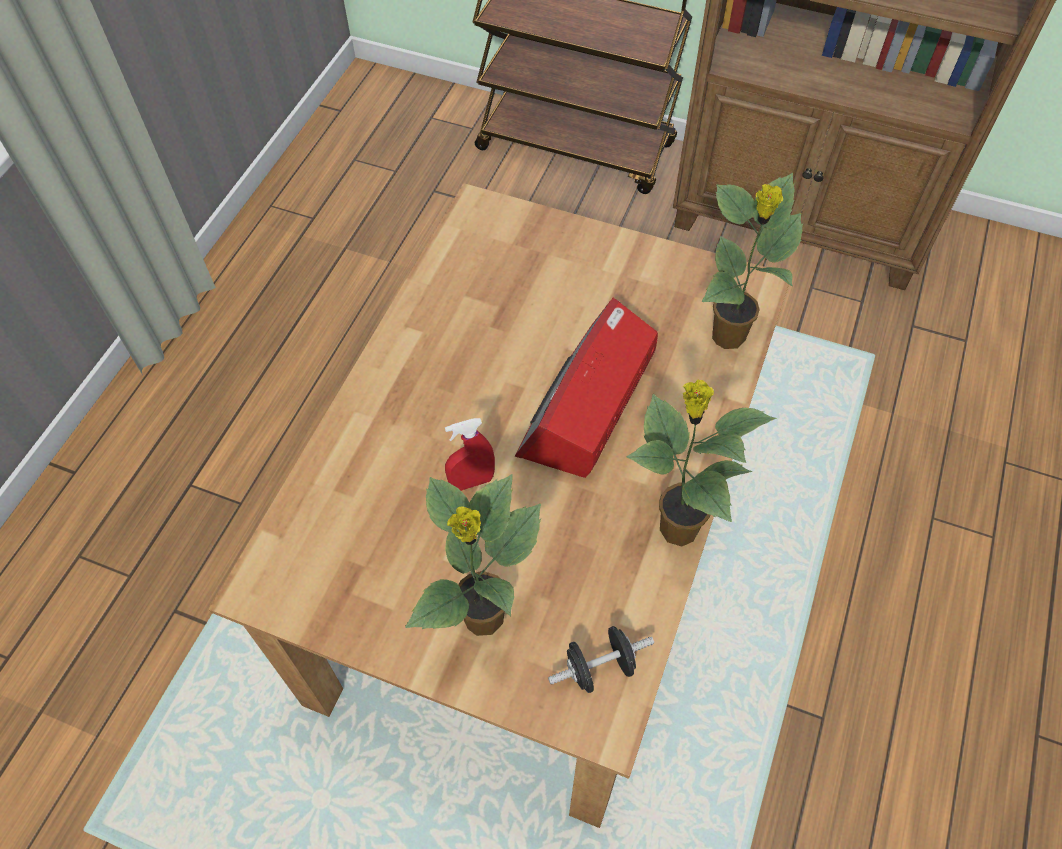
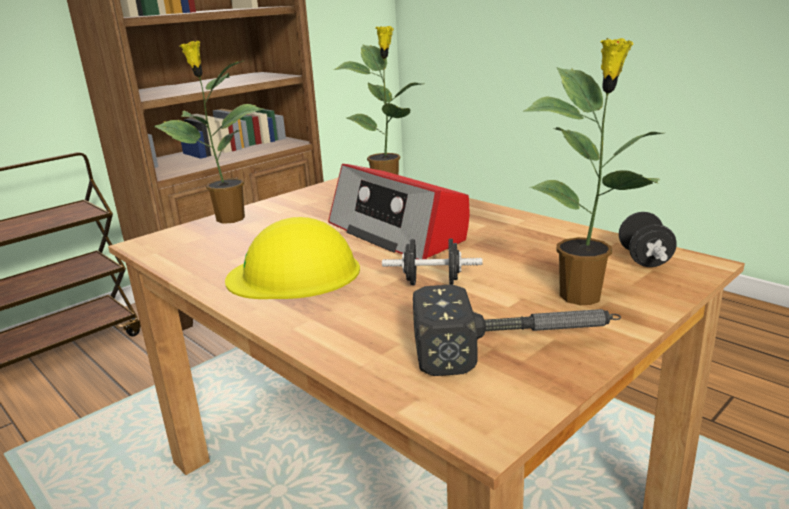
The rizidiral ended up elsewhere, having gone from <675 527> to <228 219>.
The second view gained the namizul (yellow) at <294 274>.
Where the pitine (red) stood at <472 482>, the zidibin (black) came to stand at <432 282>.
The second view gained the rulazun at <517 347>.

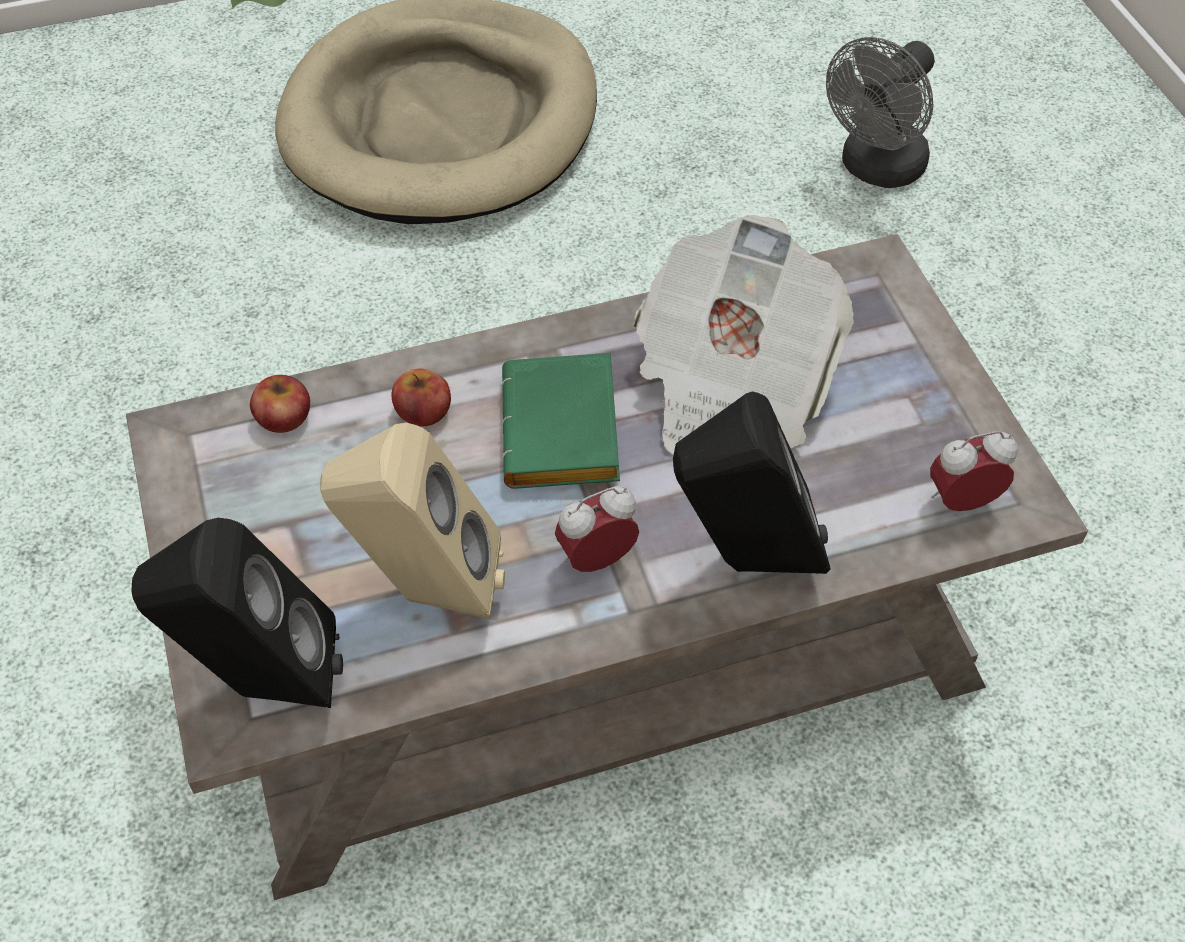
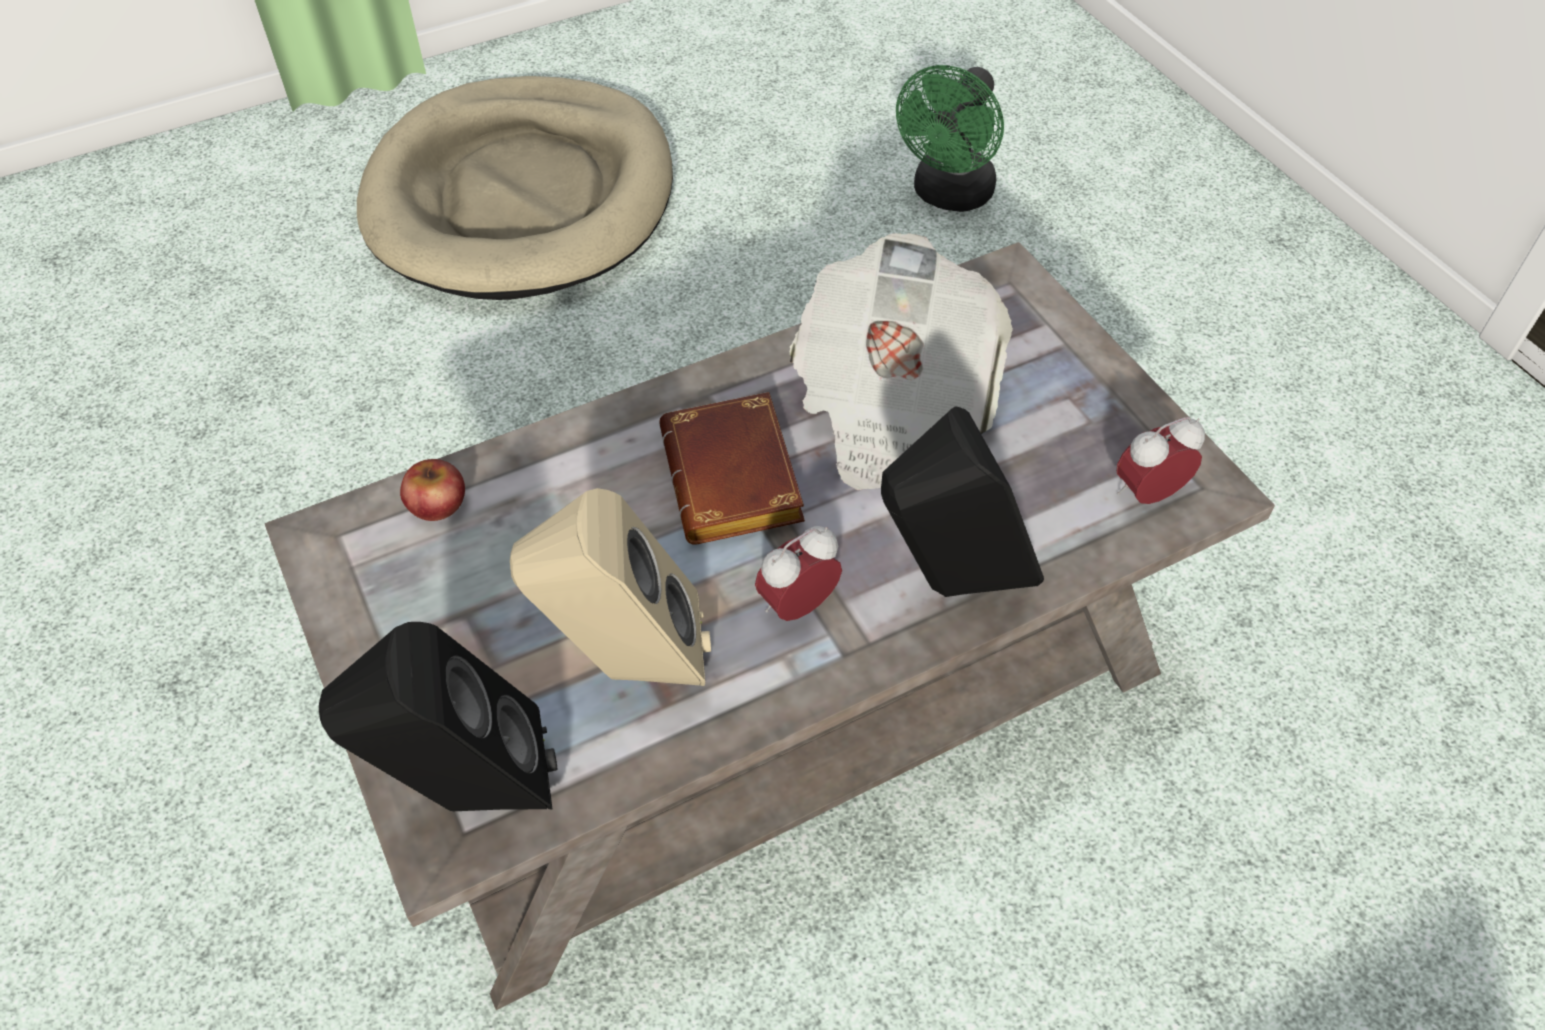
What was the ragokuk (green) at <565 434> turned into the ragokuk (brown) at <737 481>.
What was the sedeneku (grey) at <876 170> turned into the sedeneku (green) at <948 196>.
The second view lost the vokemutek at <423 411>.

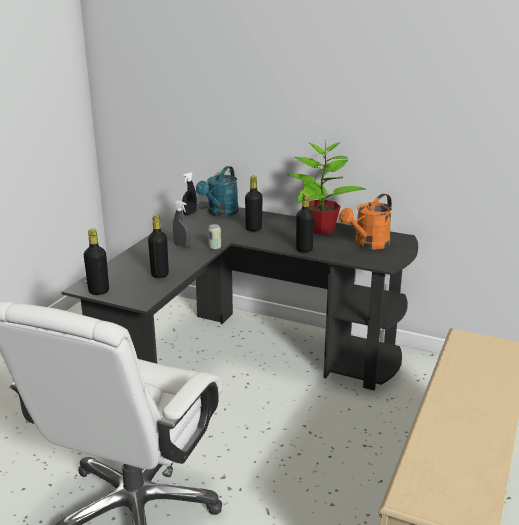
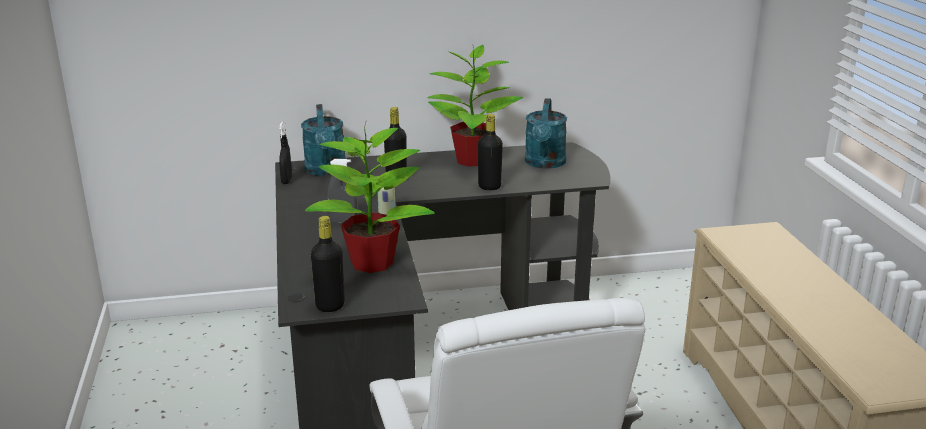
Where the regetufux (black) stood at <160 274>, the rizidiral came to stand at <373 262>.
What was the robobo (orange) at <368 245> turned into the robobo (turquoise) at <544 164>.

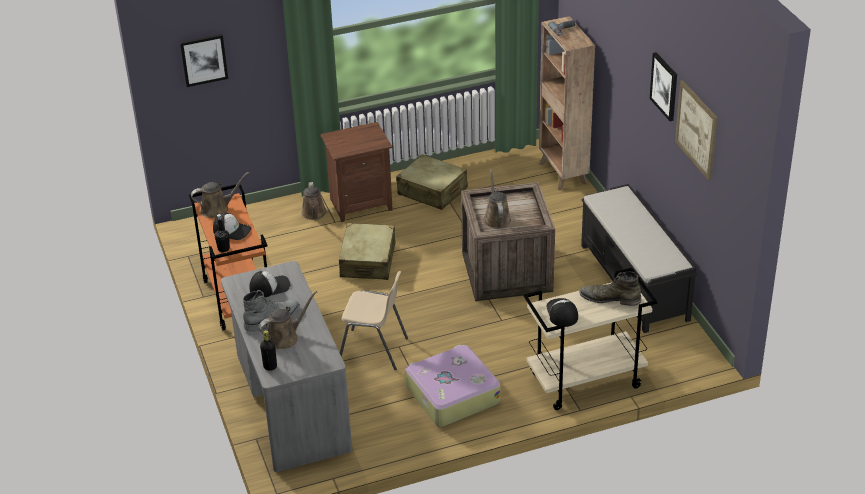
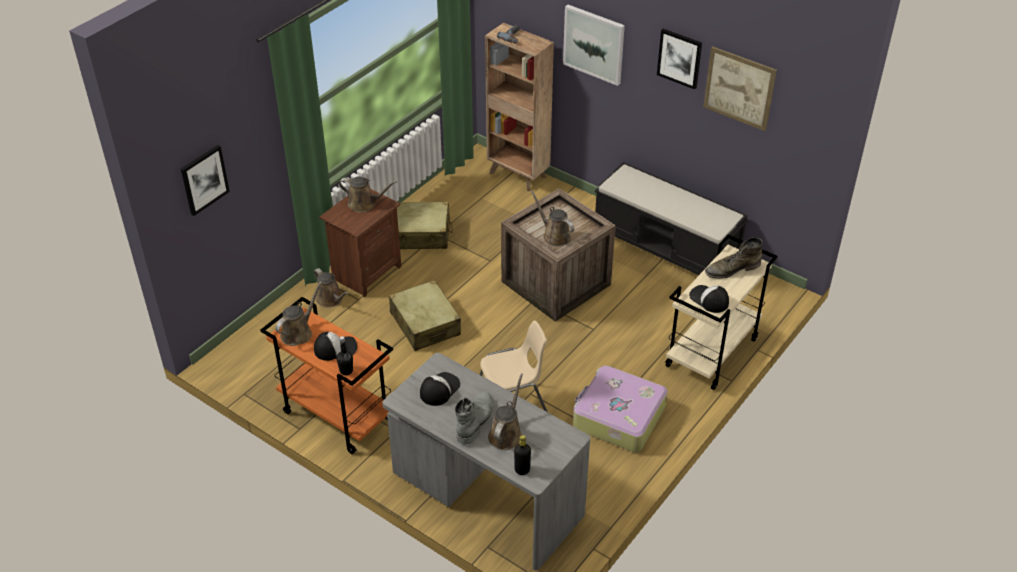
The second view gained the robobo (brown) at <364 204>.
The second view gained the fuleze at <594 44>.

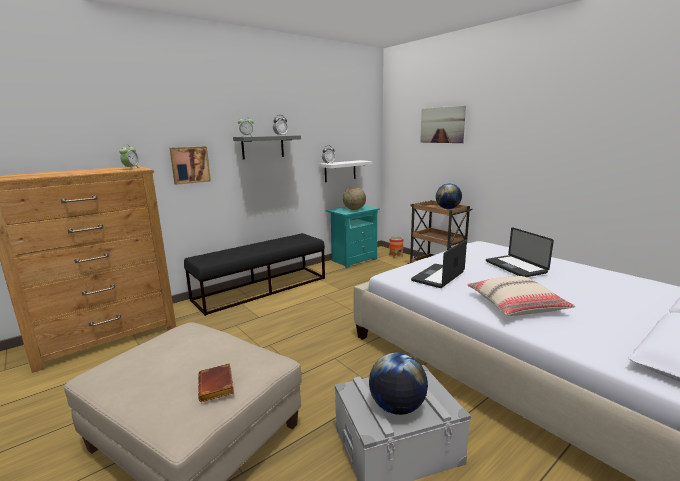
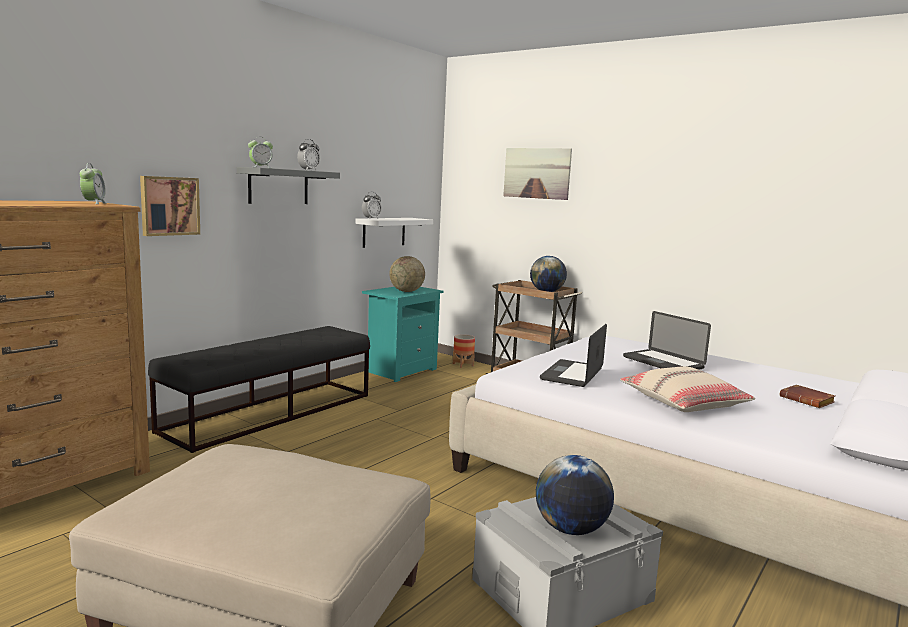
The ragokuk (brown) ended up elsewhere, having gone from <217 386> to <808 401>.

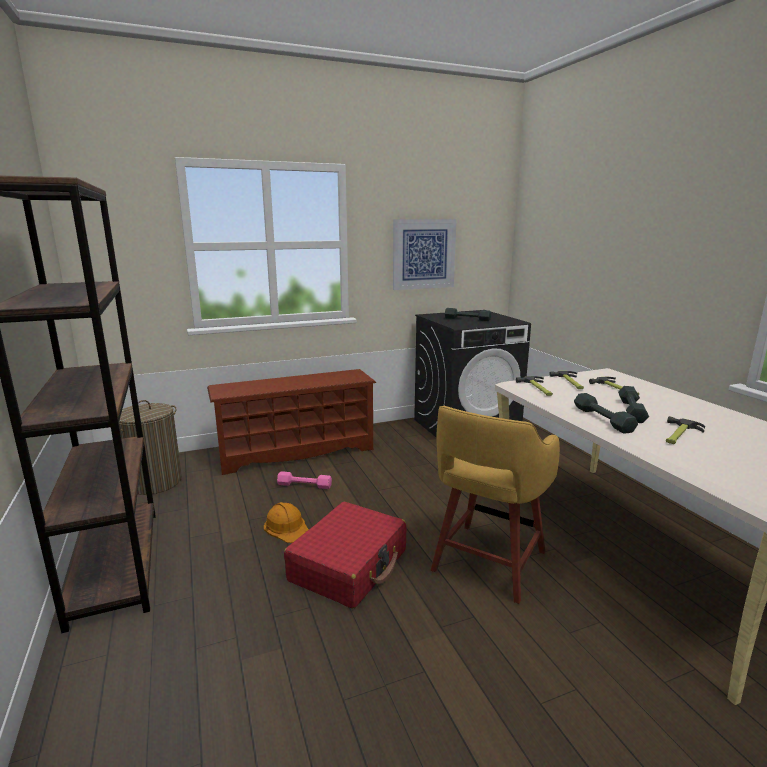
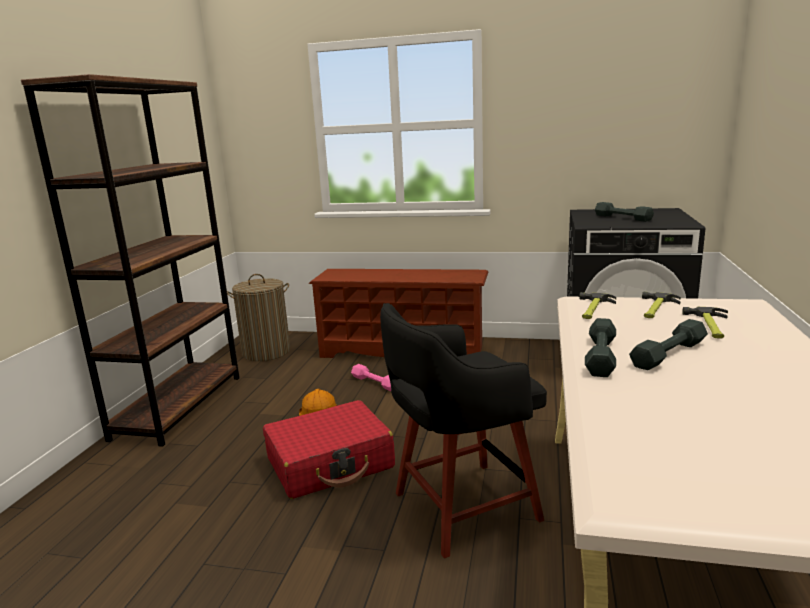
What was the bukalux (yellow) at <487 563> turned into the bukalux (black) at <461 507>.
The second view lost the fuleze at <424 254>.
The second view lost the rulazun at <678 435>.

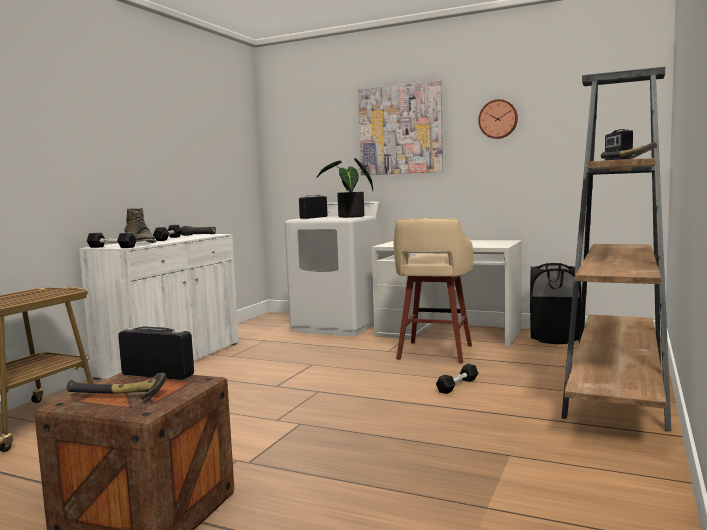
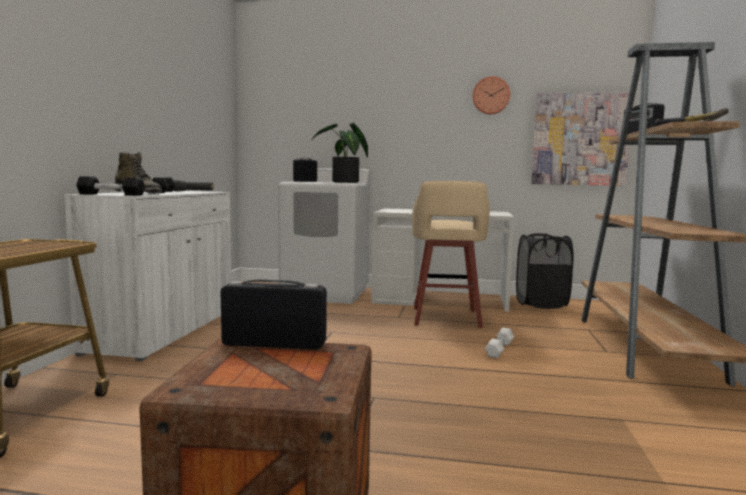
What was the zidibin (black) at <457 385> turned into the zidibin (white) at <499 349>.
The fuleze ended up elsewhere, having gone from <400 129> to <580 139>.
The second view lost the rulazun at <116 398>.

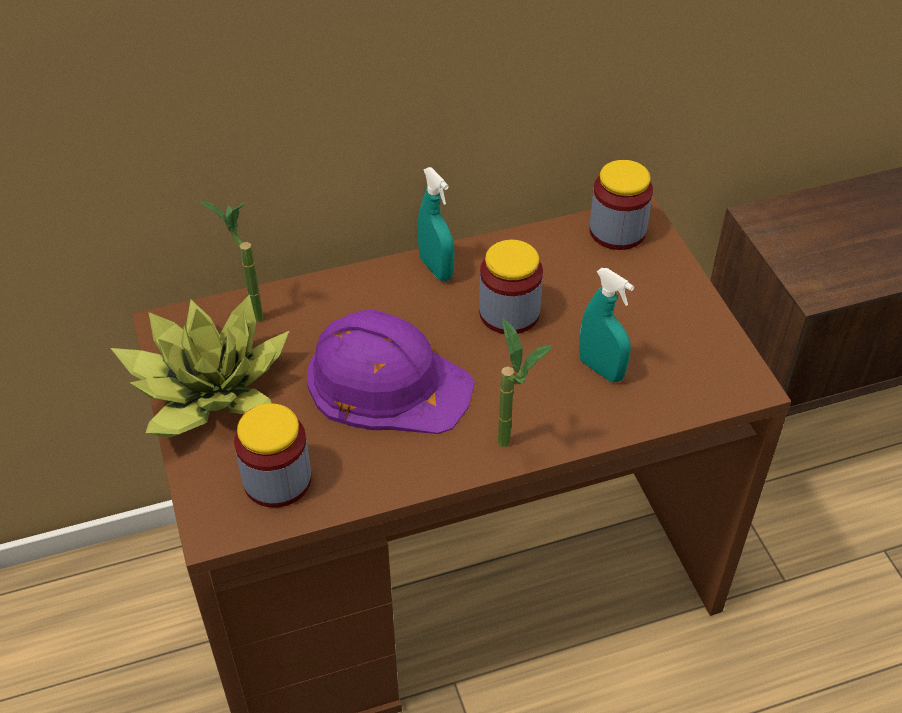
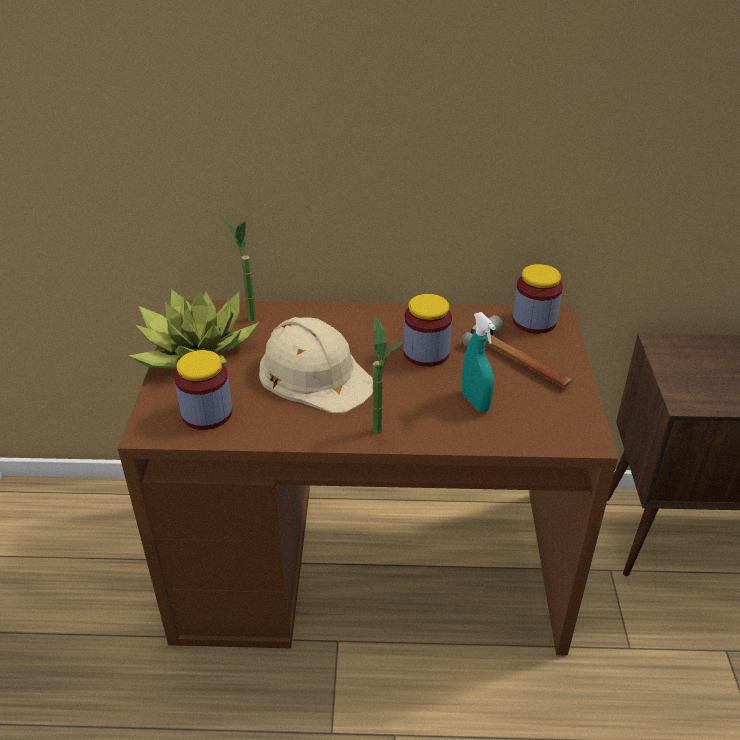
What was the namizul (purple) at <387 382> turned into the namizul (beige) at <315 374>.
The second view gained the rulazun at <520 360>.
The second view lost the pitine (turquoise) at <436 268>.

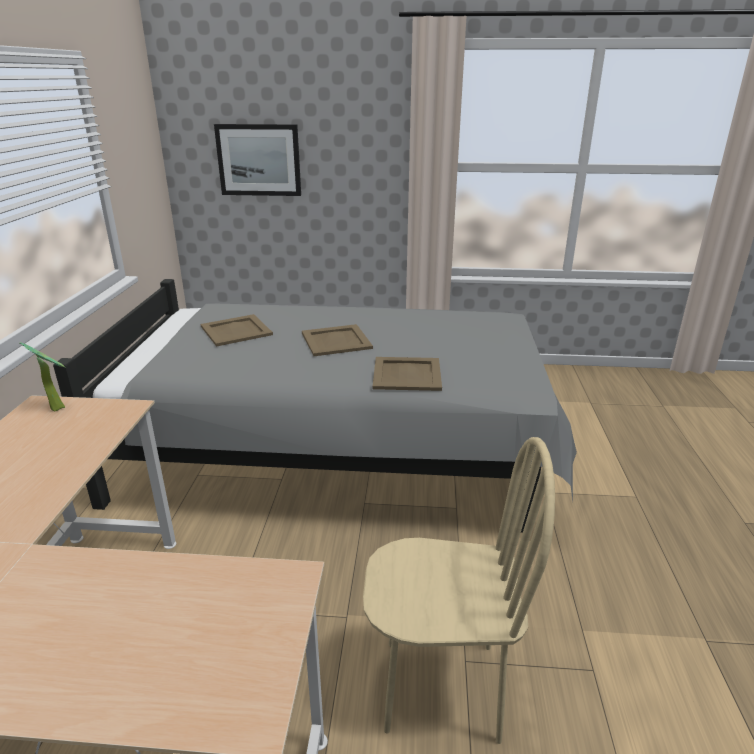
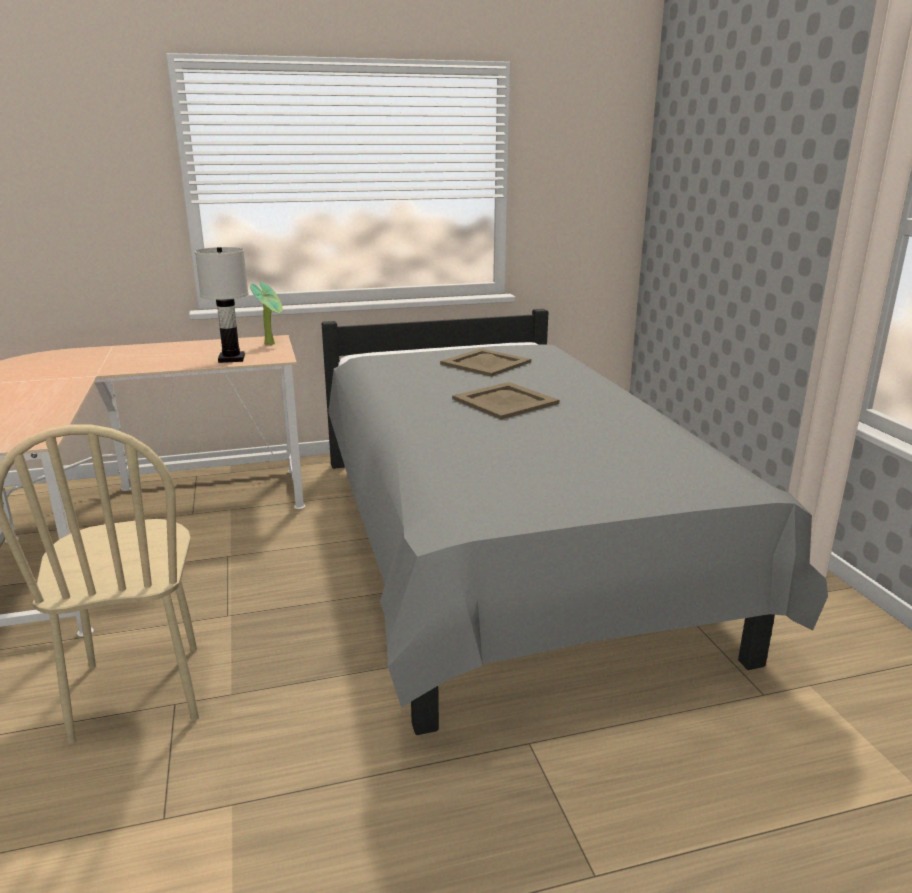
The second view gained the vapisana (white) at <231 359>.
The second view lost the fuleze at <259 160>.
The second view lost the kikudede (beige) at <407 374>.

